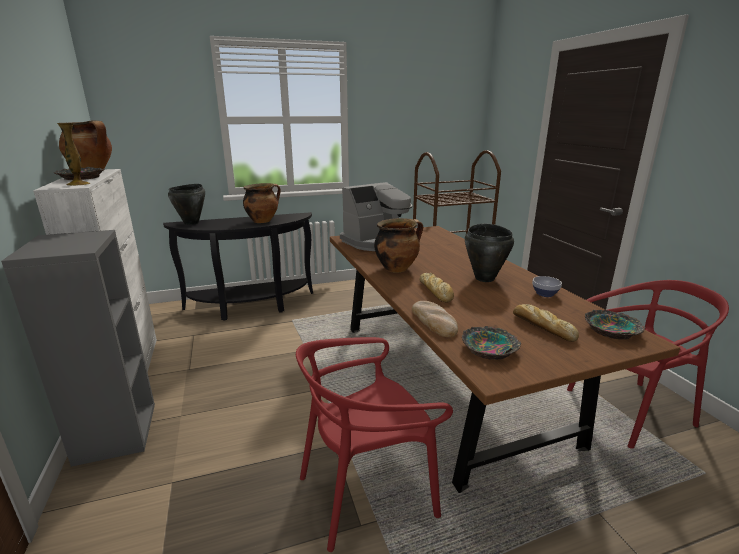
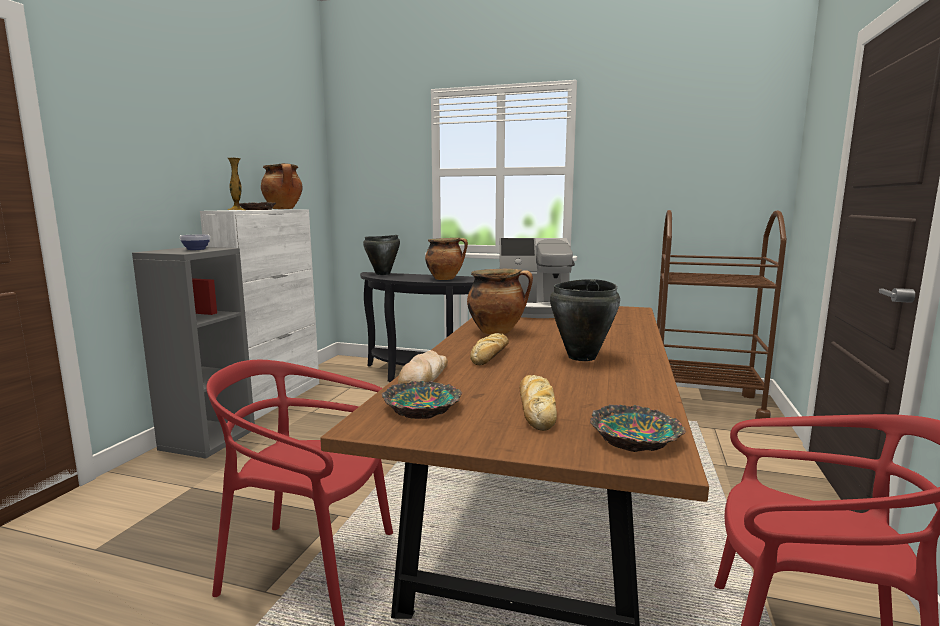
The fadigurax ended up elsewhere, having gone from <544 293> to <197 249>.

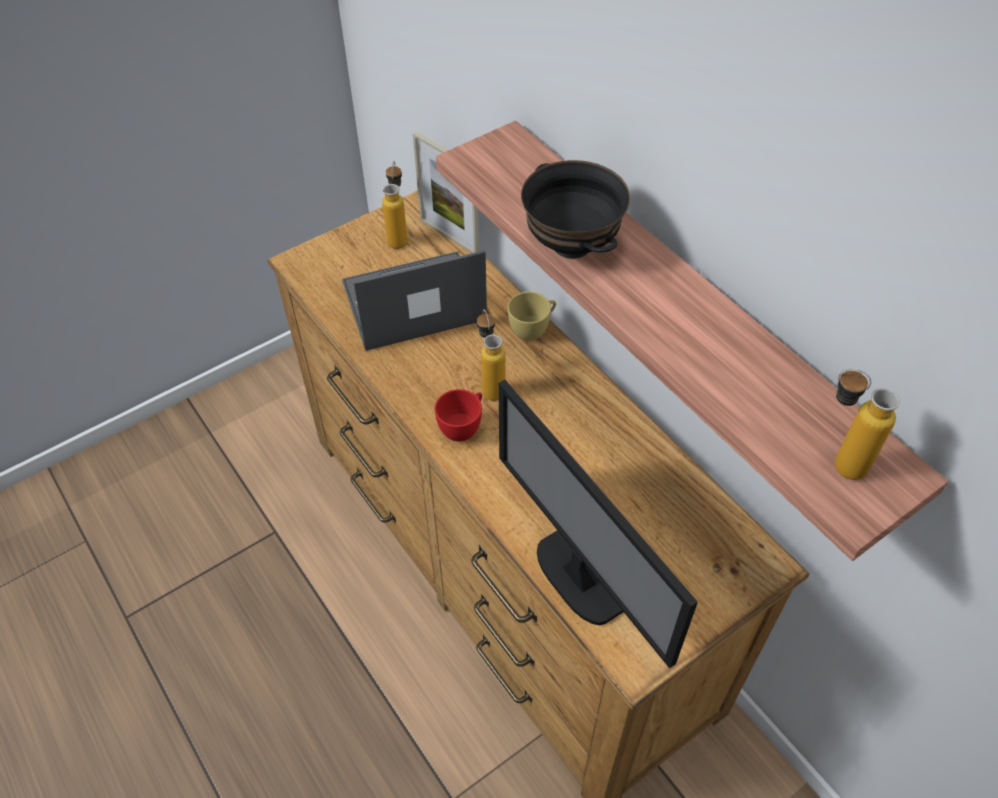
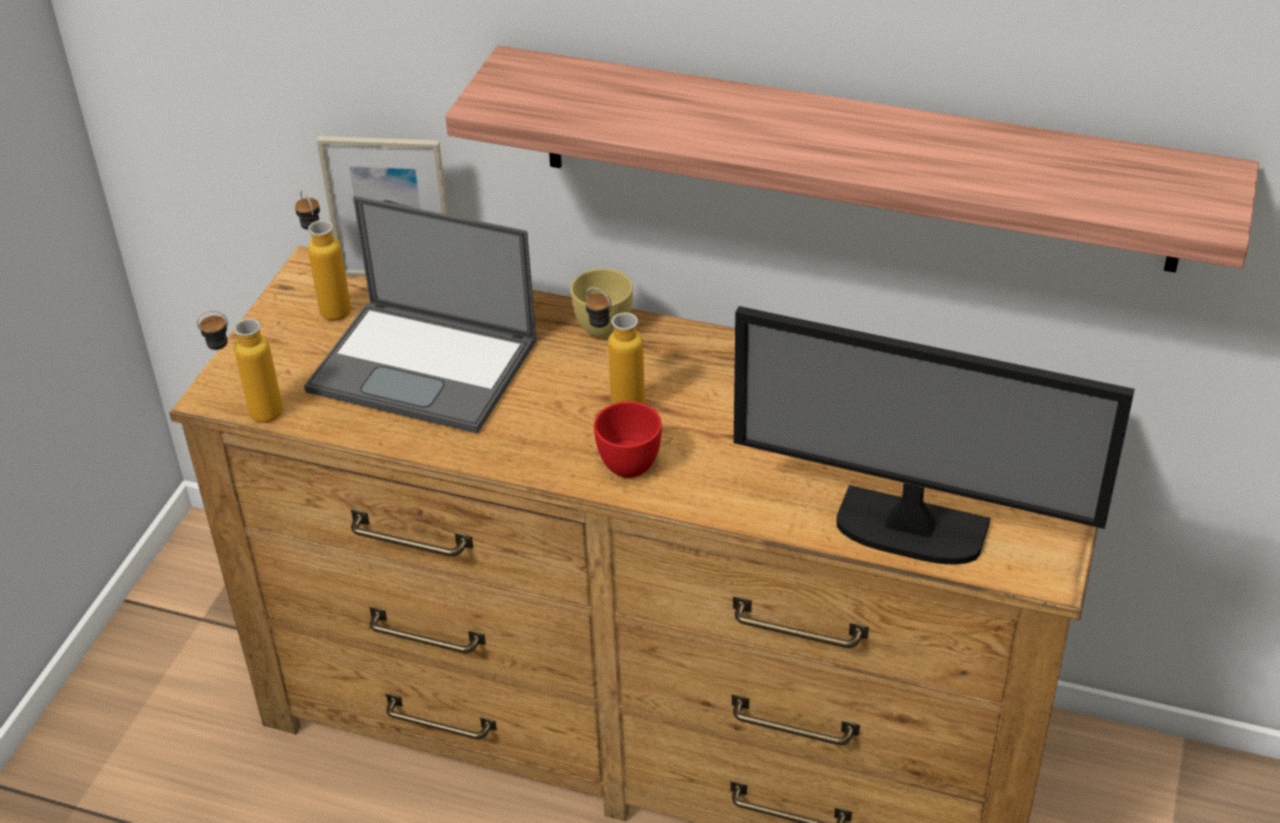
The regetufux ended up elsewhere, having gone from <836 462> to <252 415>.
The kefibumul at <412 302> ended up facing another way, 105 degrees counterclockwise from before.
The second view lost the fadigurax (black) at <570 245>.

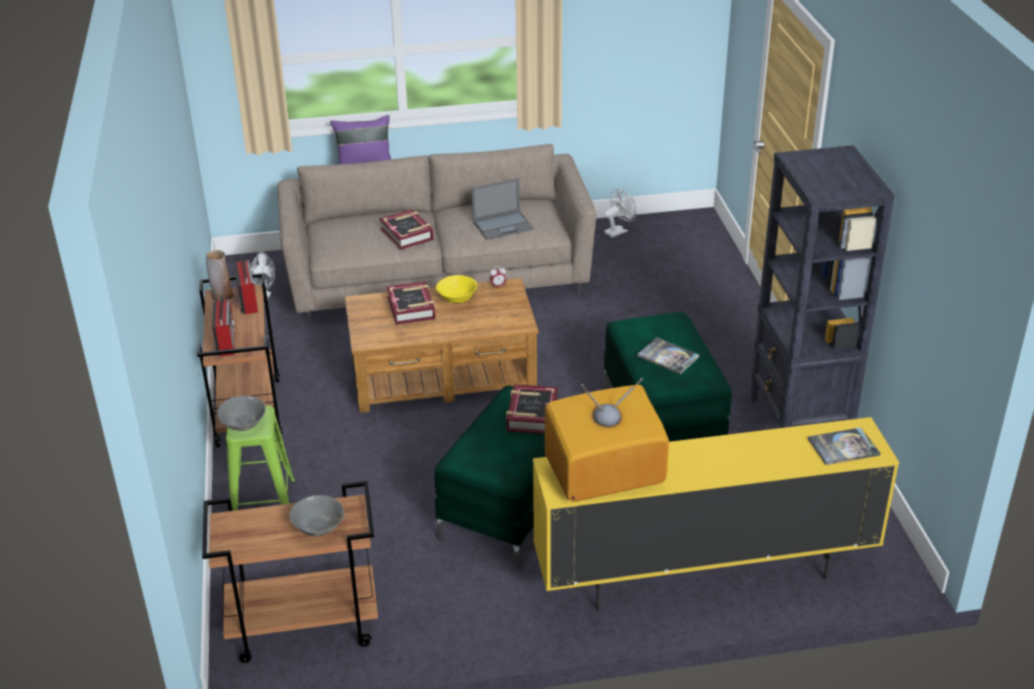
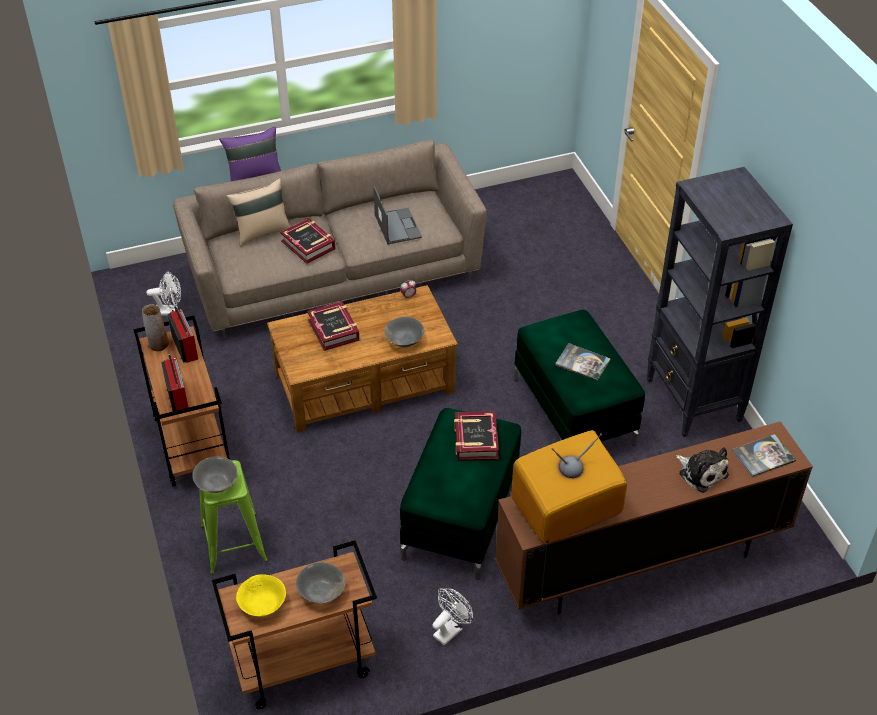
The second view gained the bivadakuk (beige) at <262 232>.
The fadigurax (yellow) ended up elsewhere, having gone from <458 298> to <263 604>.
The kefibumul at <503 225> ended up facing another way, 75 degrees counterclockwise from before.
The second view gained the fadigurax (grey) at <404 340>.
The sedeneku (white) ended up elsewhere, having gone from <618 231> to <450 630>.
What was the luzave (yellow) at <702 572> turned into the luzave (brown) at <640 564>.
The second view gained the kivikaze at <701 472>.

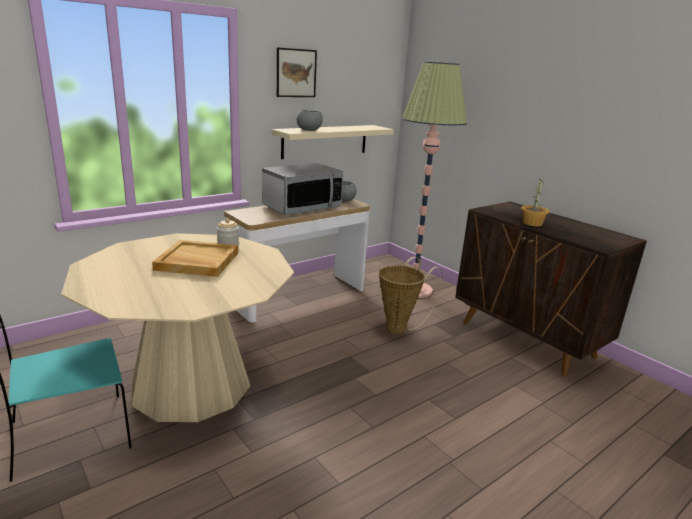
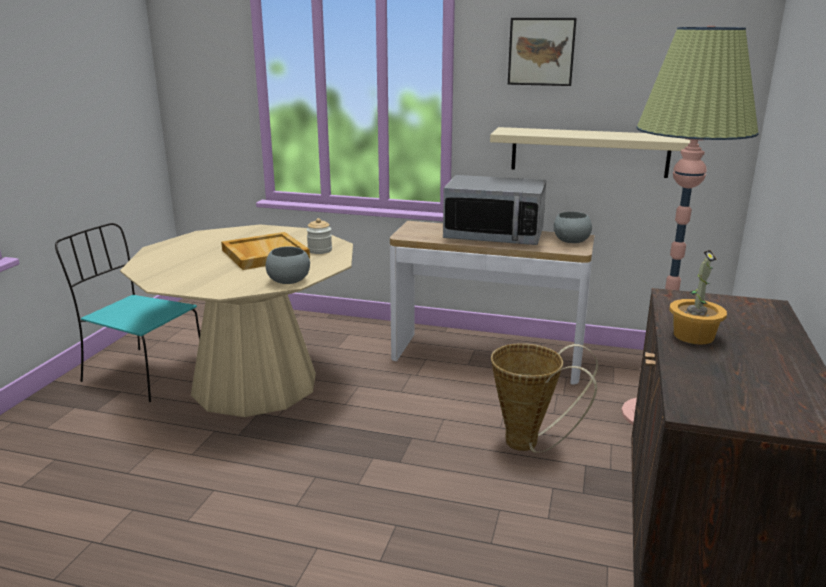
The fadigurax (grey) ended up elsewhere, having gone from <309 130> to <289 281>.

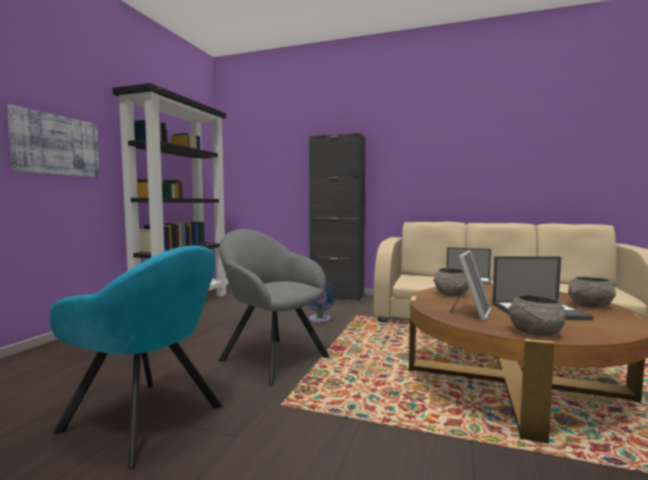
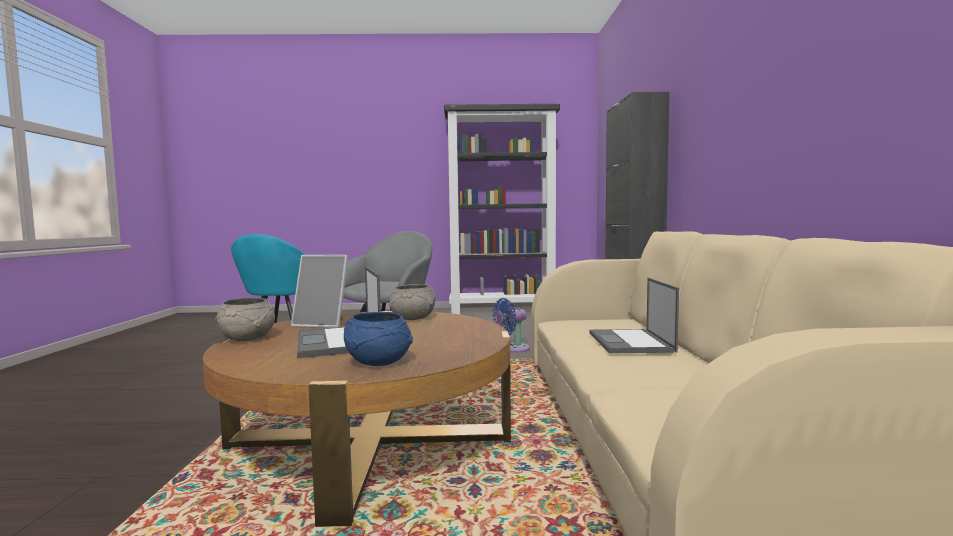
What was the fadigurax (grey) at <589 306> turned into the fadigurax (blue) at <378 362>.
The second view lost the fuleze at <57 145>.

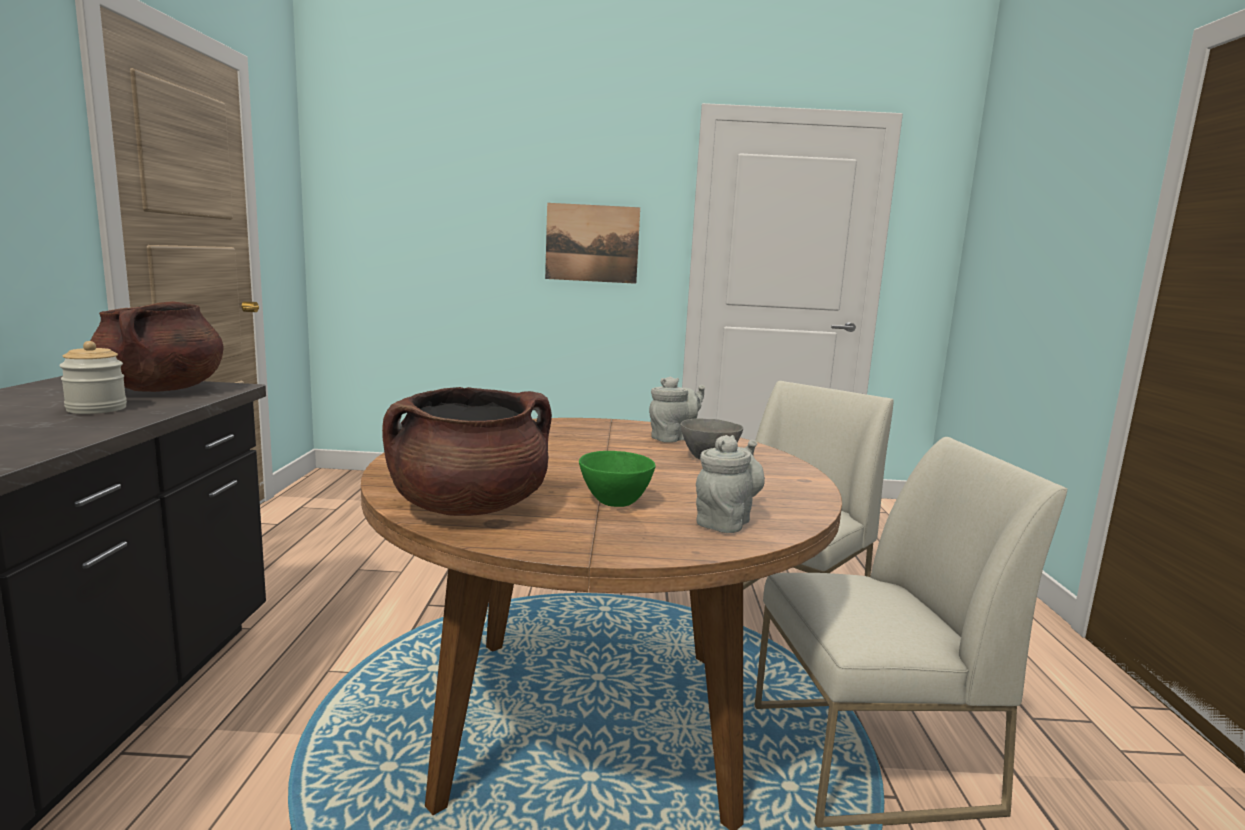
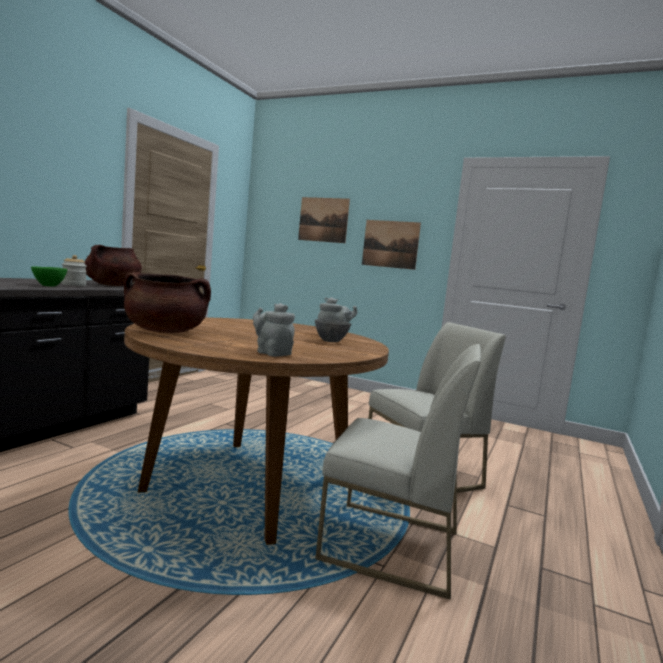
The fadigurax (green) ended up elsewhere, having gone from <613 502> to <49 286>.
The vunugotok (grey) at <725 521> ended up facing another way, 105 degrees counterclockwise from before.
The second view gained the fuleze at <323 219>.

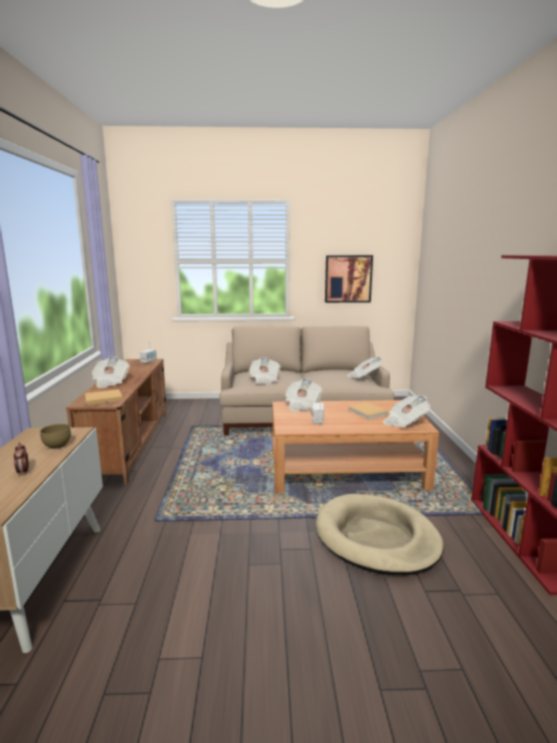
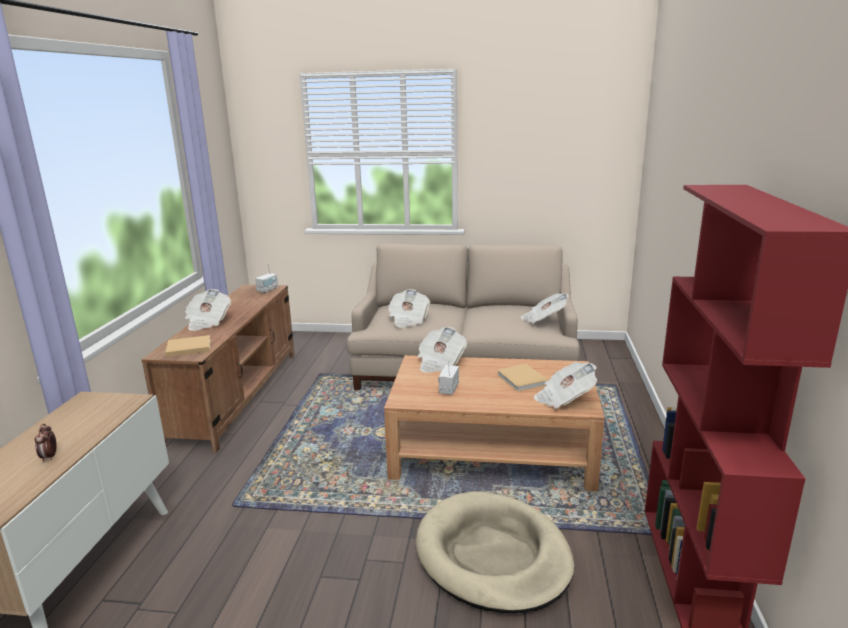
The second view lost the fadigurax (brown) at <57 446>.
The second view lost the fuleze at <348 279>.

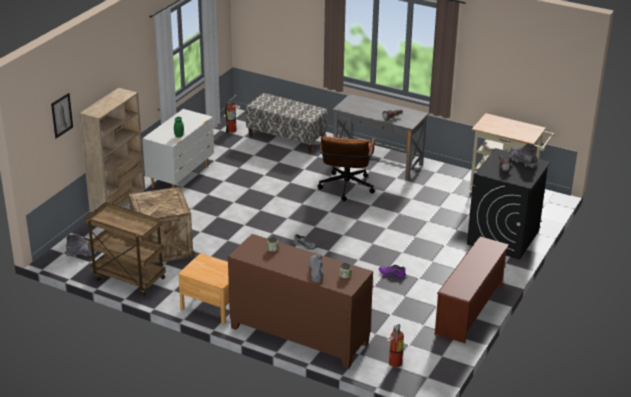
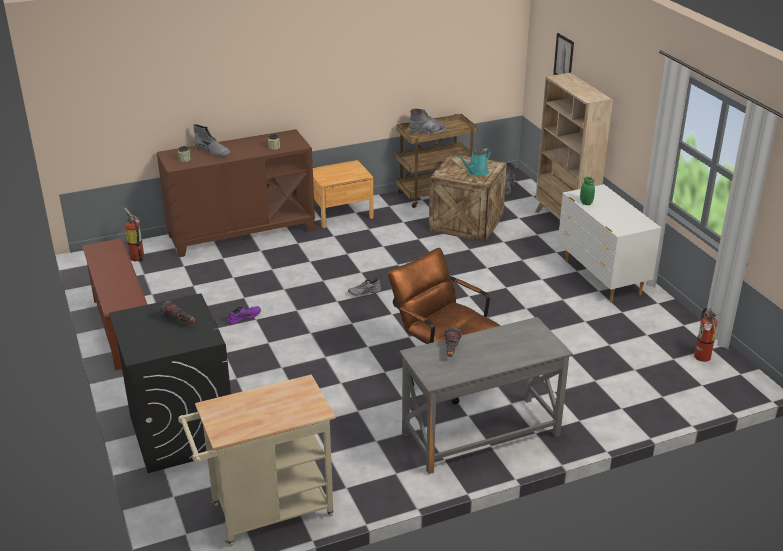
The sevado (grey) ended up elsewhere, having gone from <522 161> to <427 132>.
The second view gained the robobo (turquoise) at <476 172>.
The second view lost the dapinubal at <286 138>.

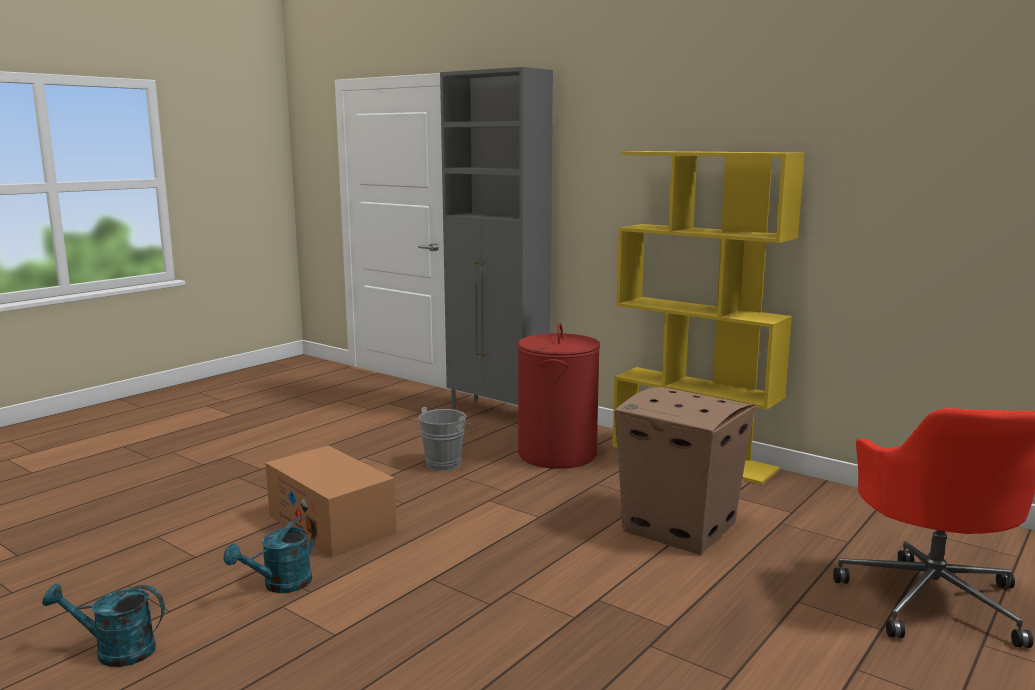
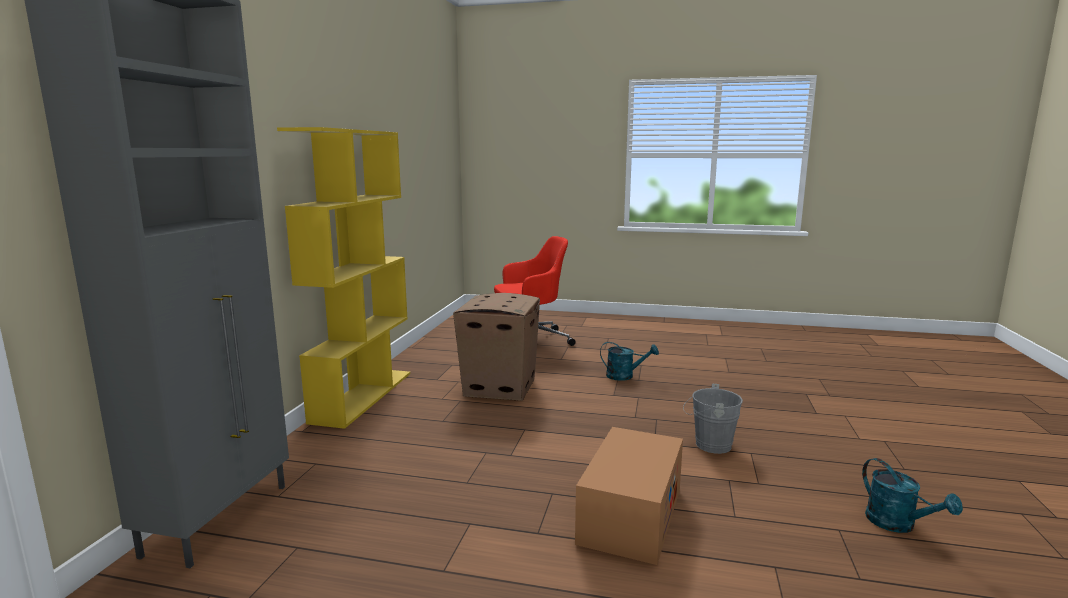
The robobo (turquoise) ended up elsewhere, having gone from <280 585> to <625 376>.
The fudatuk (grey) ended up elsewhere, having gone from <446 463> to <709 444>.
The second view lost the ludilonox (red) at <557 454>.

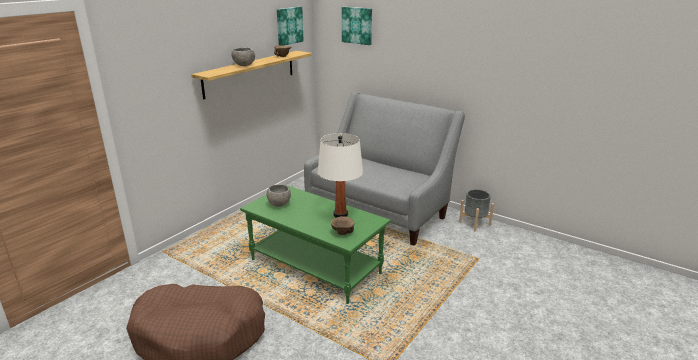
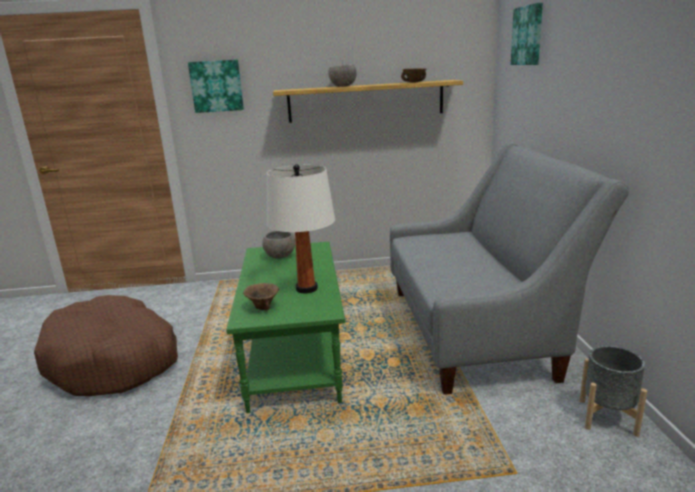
The fuleze ended up elsewhere, having gone from <289 25> to <216 86>.

